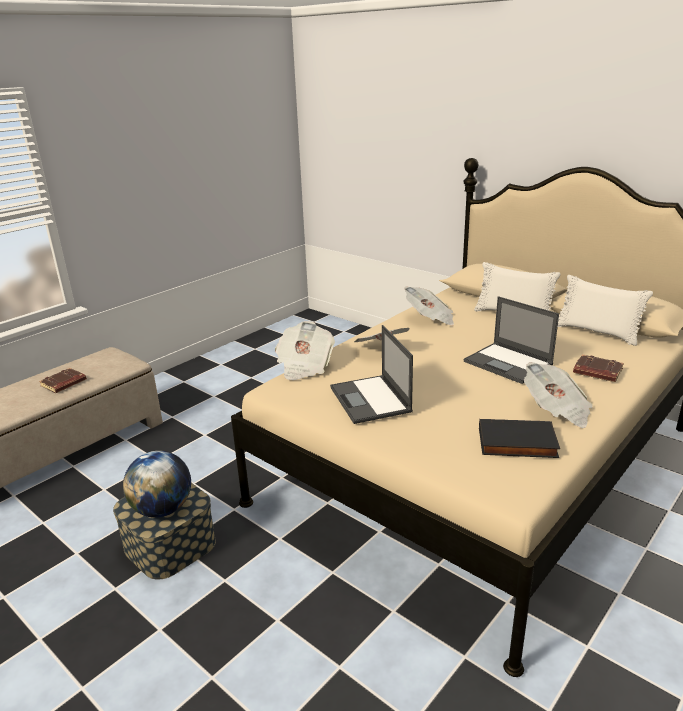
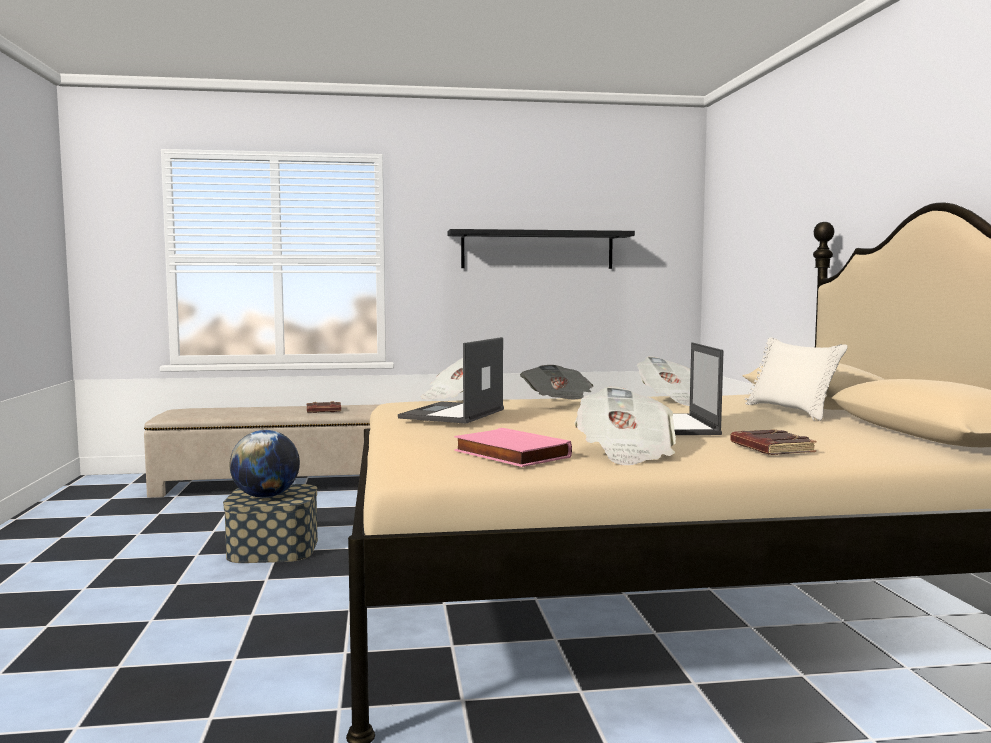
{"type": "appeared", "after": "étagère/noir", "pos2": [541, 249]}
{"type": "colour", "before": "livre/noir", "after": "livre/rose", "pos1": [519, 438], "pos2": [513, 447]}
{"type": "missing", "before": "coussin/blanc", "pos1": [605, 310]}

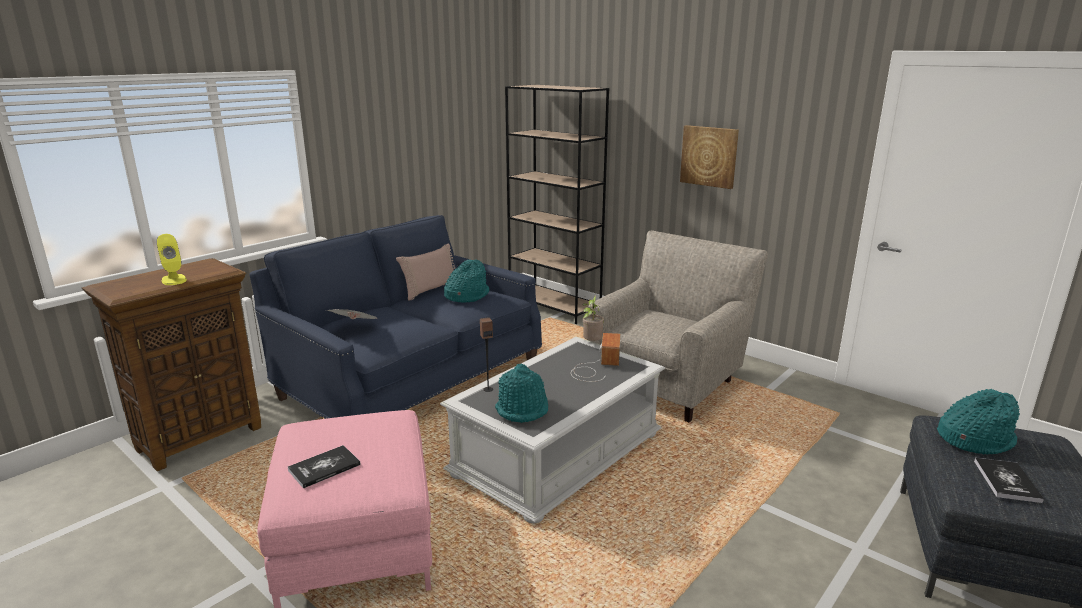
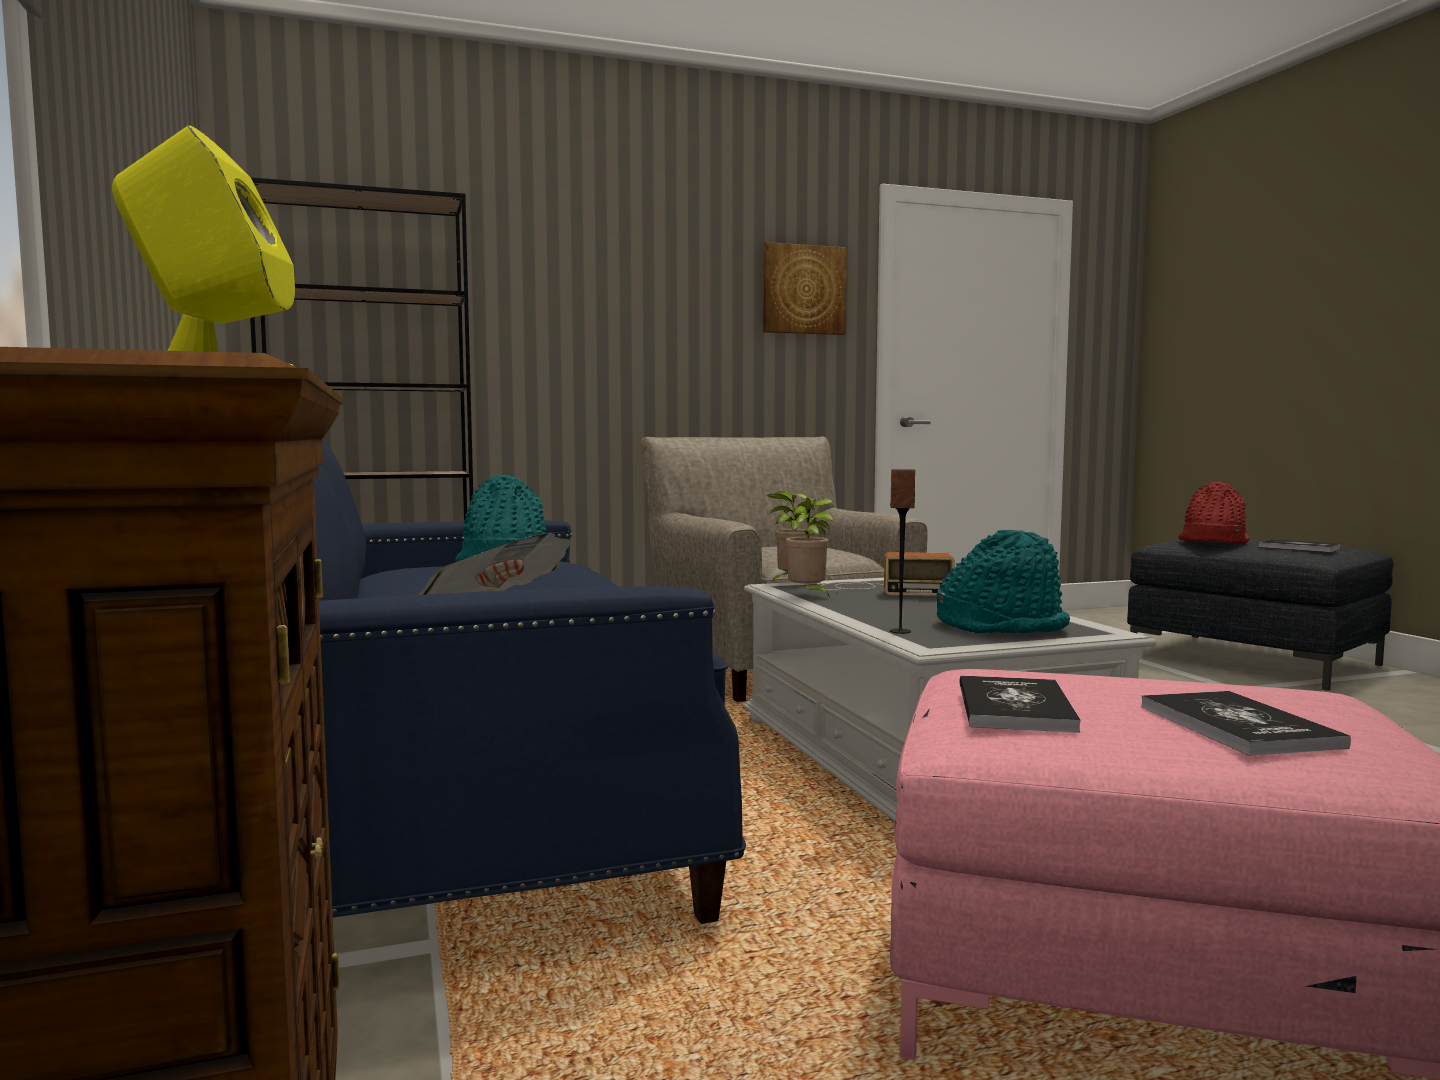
{"type": "relocated", "before": "tableau", "pos1": [709, 157], "pos2": [805, 288]}
{"type": "appeared", "after": "plante en pot", "pos2": [809, 548]}
{"type": "spun", "before": "radio", "pos1": [595, 357], "pos2": [888, 574], "turn": 150}
{"type": "appeared", "after": "livre", "pos2": [1020, 704]}
{"type": "colour", "before": "chapeau/turquoise", "after": "chapeau/rouge", "pos1": [978, 422], "pos2": [1213, 513]}
{"type": "missing", "before": "coussin/beige", "pos1": [425, 272]}

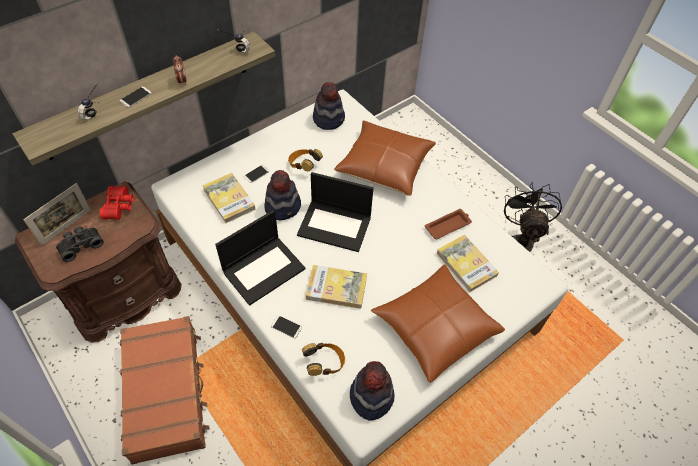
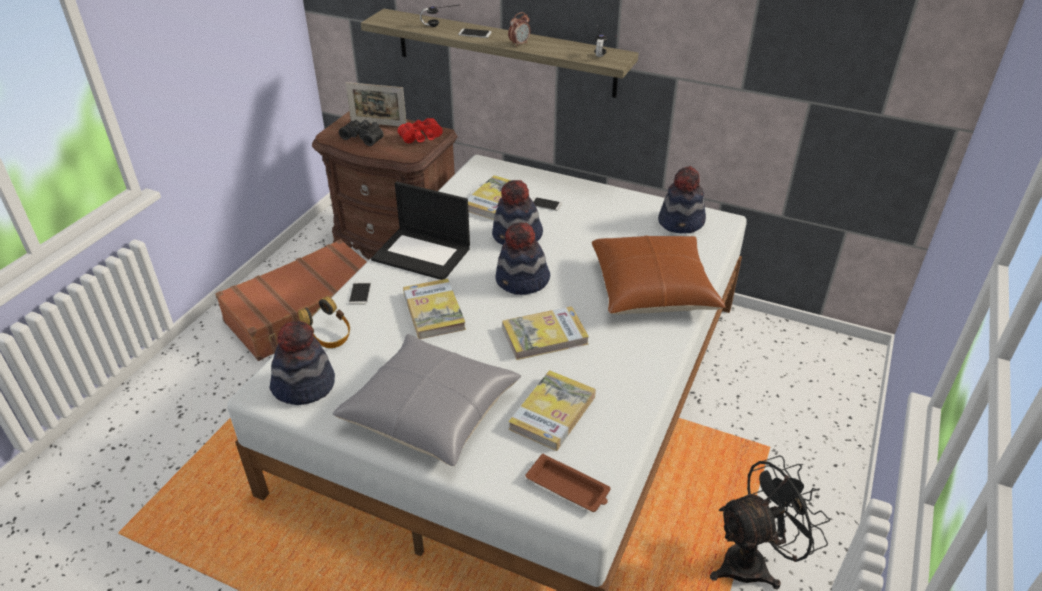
{"type": "colour", "before": "coussin/marron", "after": "coussin/gris", "pos1": [438, 323], "pos2": [427, 400]}
{"type": "exchanged", "before": "ordinateur portable", "after": "chapeau", "pos1": [335, 212], "pos2": [522, 258]}
{"type": "appeared", "after": "livre", "pos2": [545, 333]}
{"type": "relocated", "before": "plateau/marron", "pos1": [448, 224], "pos2": [568, 483]}
{"type": "missing", "before": "casque audio", "pos1": [305, 160]}

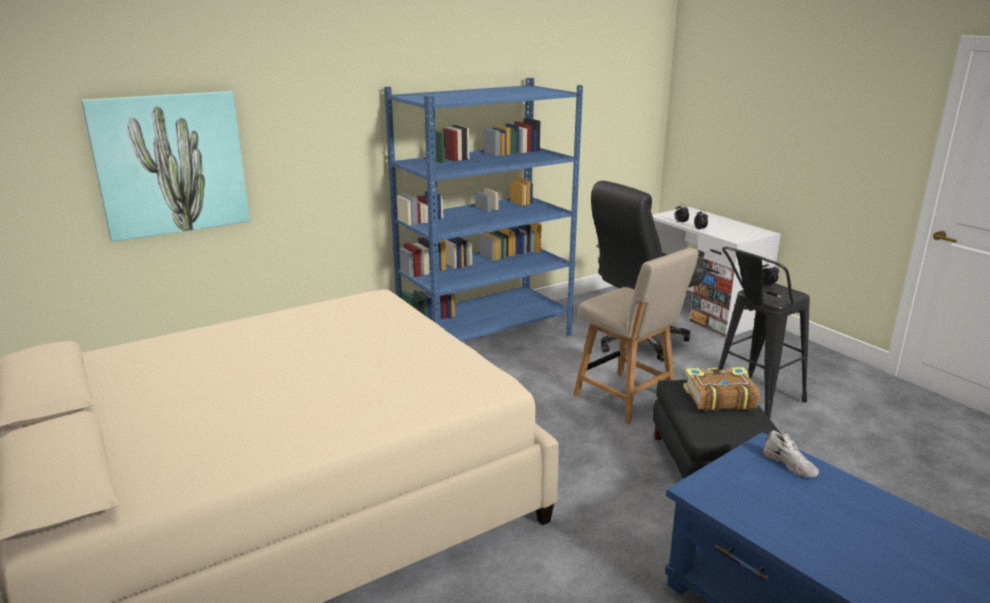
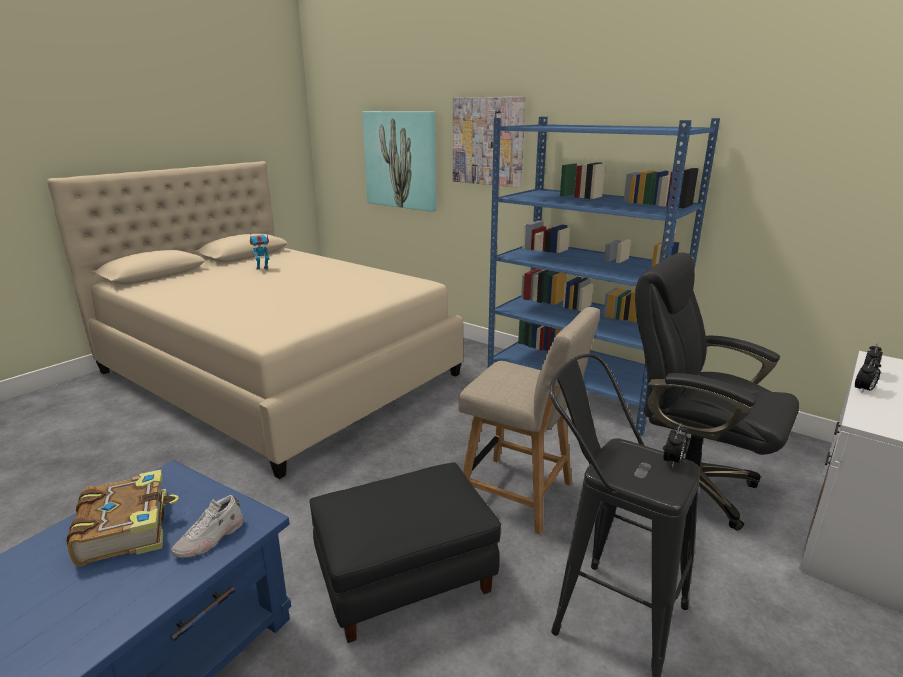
{"type": "relocated", "before": "livre", "pos1": [721, 389], "pos2": [122, 518]}
{"type": "appeared", "after": "robot jouet", "pos2": [259, 251]}
{"type": "appeared", "after": "tableau", "pos2": [489, 142]}
{"type": "spun", "before": "chaise/beige", "pos1": [636, 336], "pos2": [529, 421], "turn": -90}

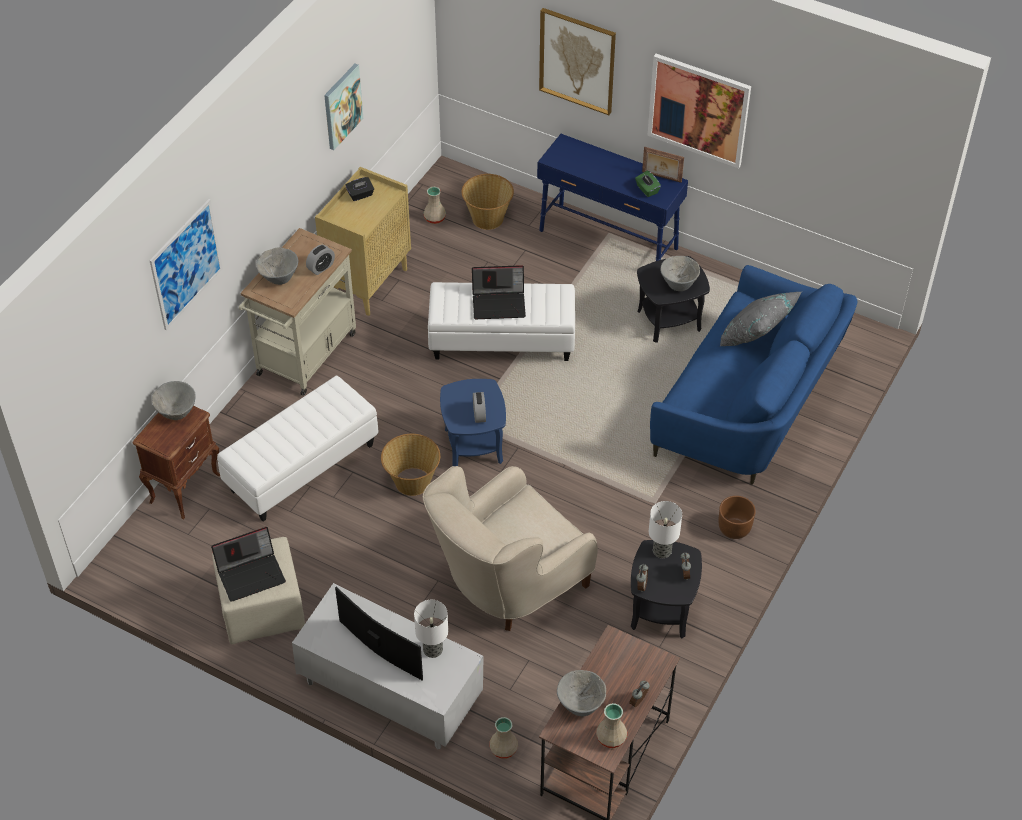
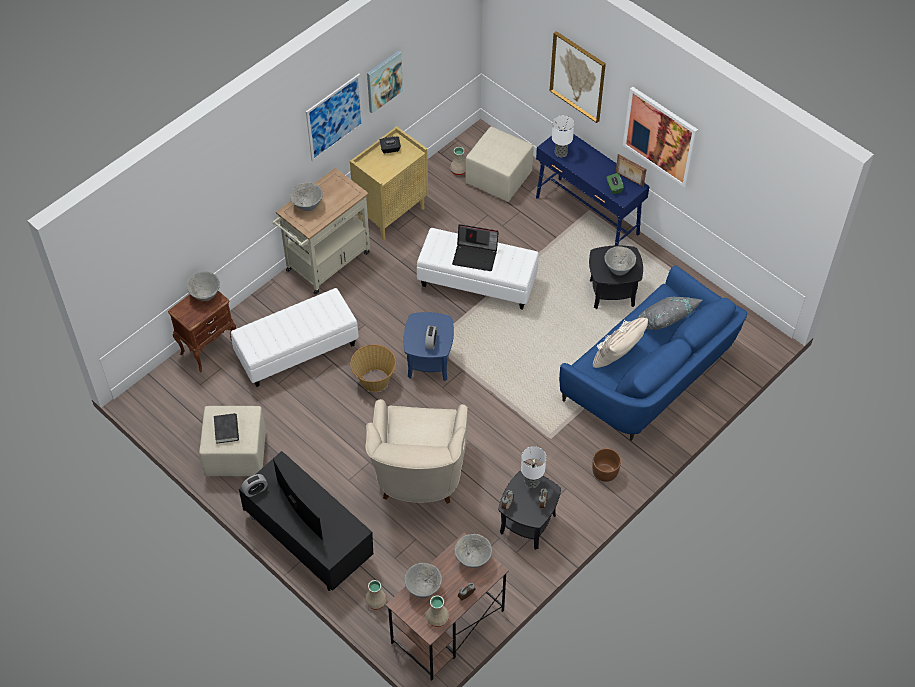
{"type": "exchanged", "before": "ordinateur portable", "after": "livre/noir", "pos1": [248, 564], "pos2": [226, 428]}
{"type": "colour", "before": "meuble télé/blanc", "after": "meuble télé/noir", "pos1": [387, 666], "pos2": [306, 521]}
{"type": "relocated", "before": "réveil", "pos1": [320, 260], "pos2": [254, 485]}
{"type": "relocated", "before": "tableau", "pos1": [186, 264], "pos2": [335, 118]}
{"type": "spun", "before": "fauteuil/beige", "pos1": [510, 548], "pos2": [416, 451], "turn": -60}
{"type": "appeared", "after": "bol/gris", "pos2": [473, 551]}
{"type": "exchanged", "before": "panier", "after": "pouf/beige", "pos1": [487, 202], "pos2": [499, 164]}
{"type": "relocated", "before": "lampe de table", "pos1": [431, 629], "pos2": [563, 136]}
{"type": "appeared", "after": "coussin/beige", "pos2": [620, 343]}

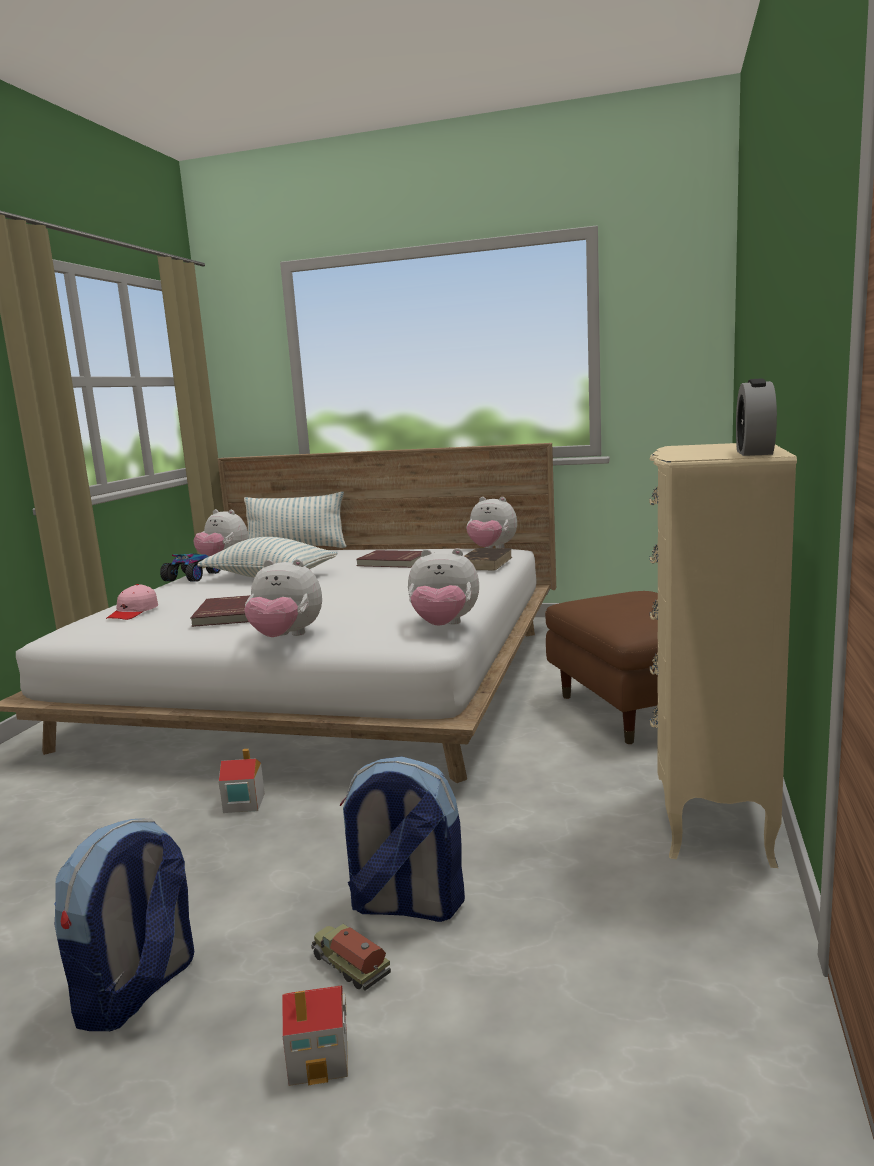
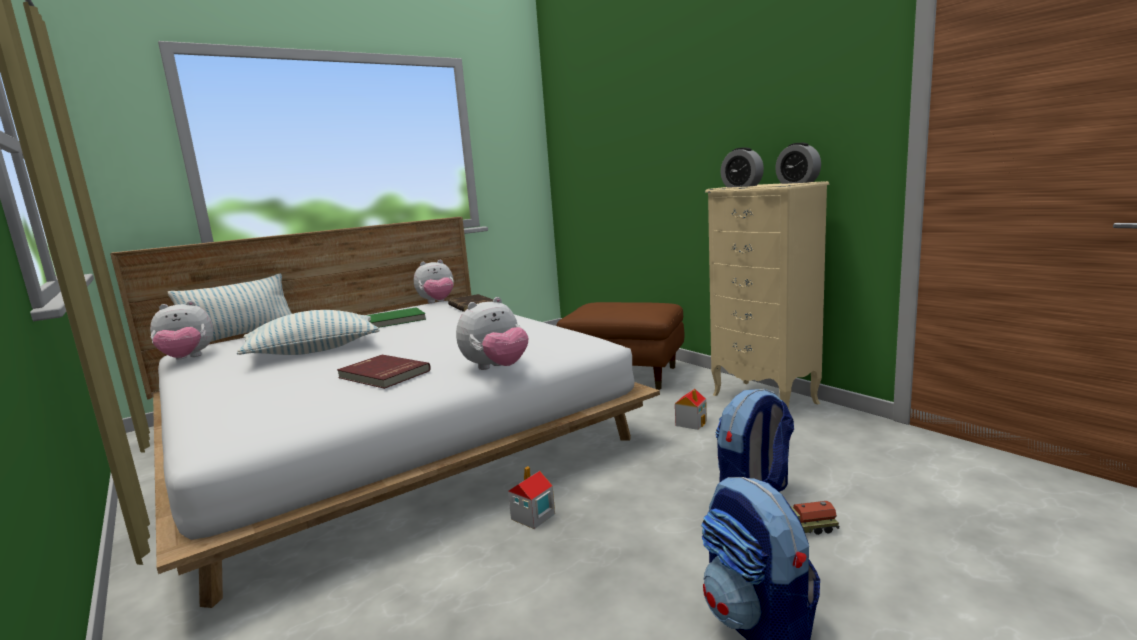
{"type": "colour", "before": "livre/rouge", "after": "livre/vert", "pos1": [389, 559], "pos2": [396, 317]}
{"type": "relocated", "before": "maison miniature", "pos1": [315, 1035], "pos2": [691, 409]}
{"type": "appeared", "after": "réveil", "pos2": [742, 167]}
{"type": "missing", "before": "casquette/rose", "pos1": [132, 602]}
{"type": "missing", "before": "petite voiture", "pos1": [190, 568]}
{"type": "missing", "before": "peluche", "pos1": [443, 587]}

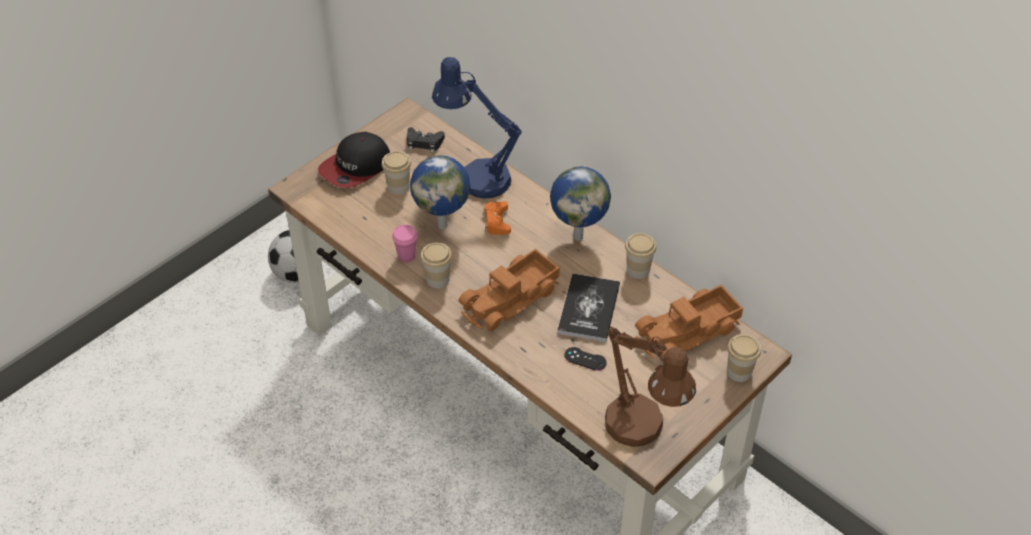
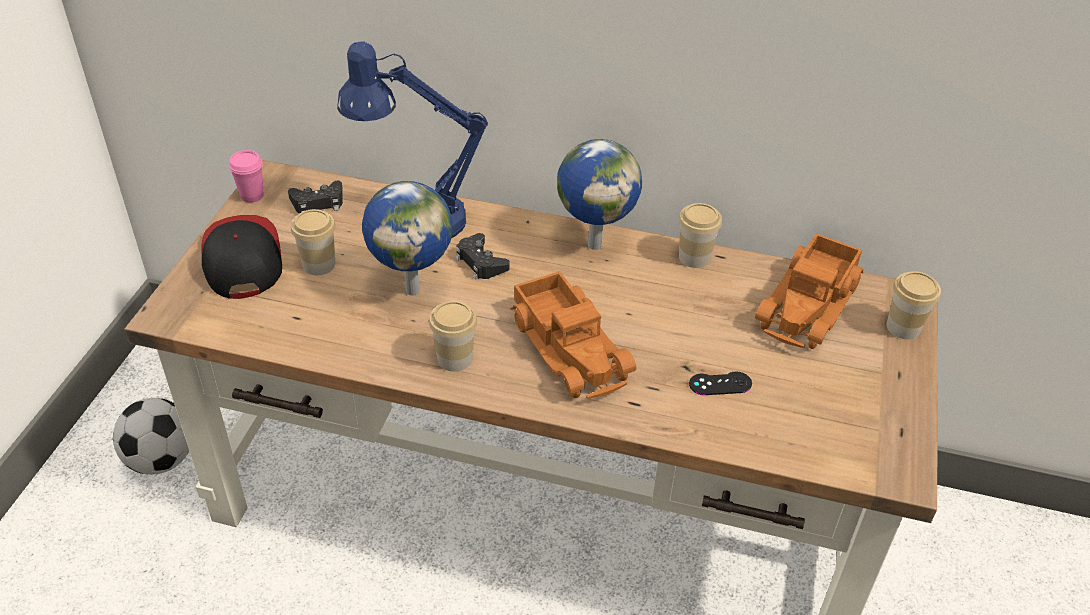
{"type": "spun", "before": "casquette", "pos1": [354, 160], "pos2": [242, 257], "turn": 150}
{"type": "relocated", "before": "tasse/rose", "pos1": [405, 244], "pos2": [246, 176]}
{"type": "colour", "before": "manette/orange", "after": "manette/noir", "pos1": [497, 218], "pos2": [483, 256]}
{"type": "spun", "before": "camion jouet", "pos1": [509, 289], "pos2": [573, 335], "turn": -45}
{"type": "missing", "before": "livre", "pos1": [588, 307]}
{"type": "missing", "before": "lampe de table/marron", "pos1": [650, 387]}

